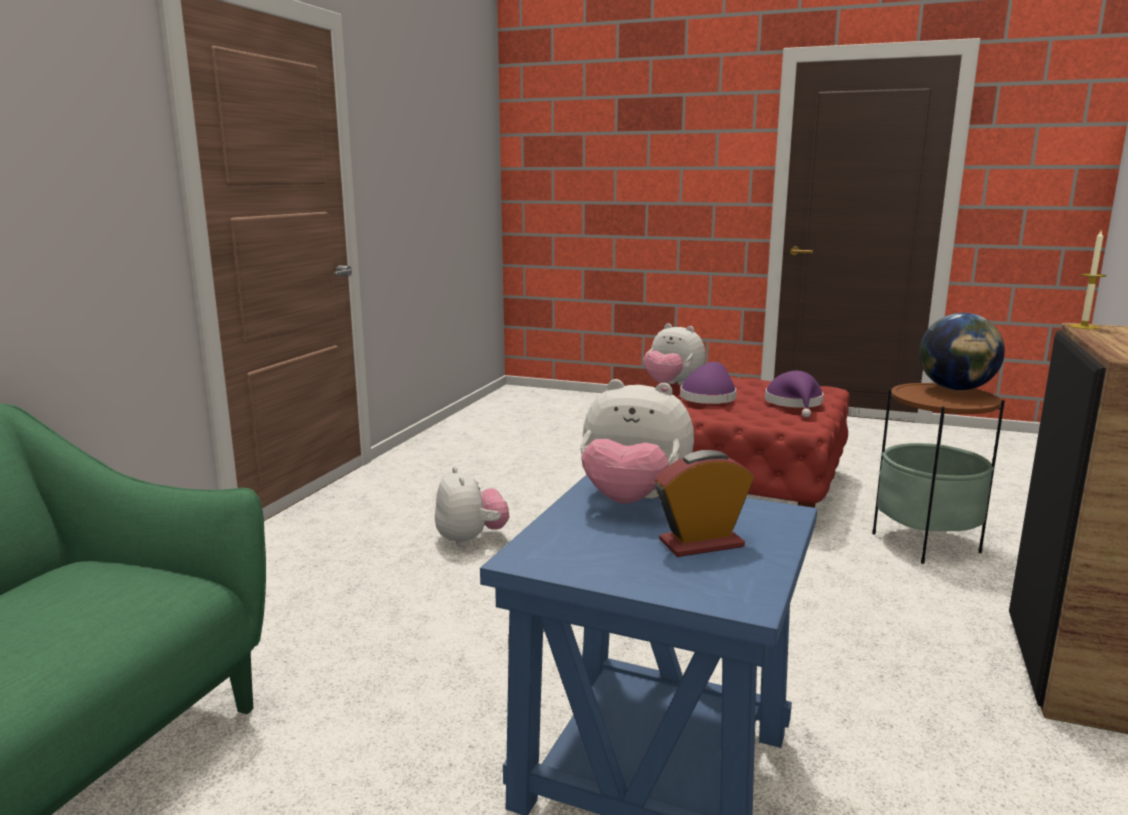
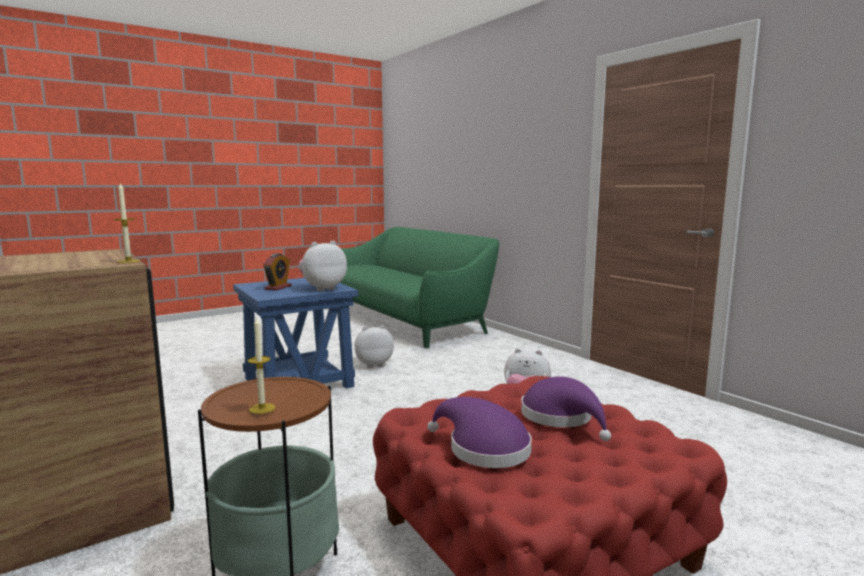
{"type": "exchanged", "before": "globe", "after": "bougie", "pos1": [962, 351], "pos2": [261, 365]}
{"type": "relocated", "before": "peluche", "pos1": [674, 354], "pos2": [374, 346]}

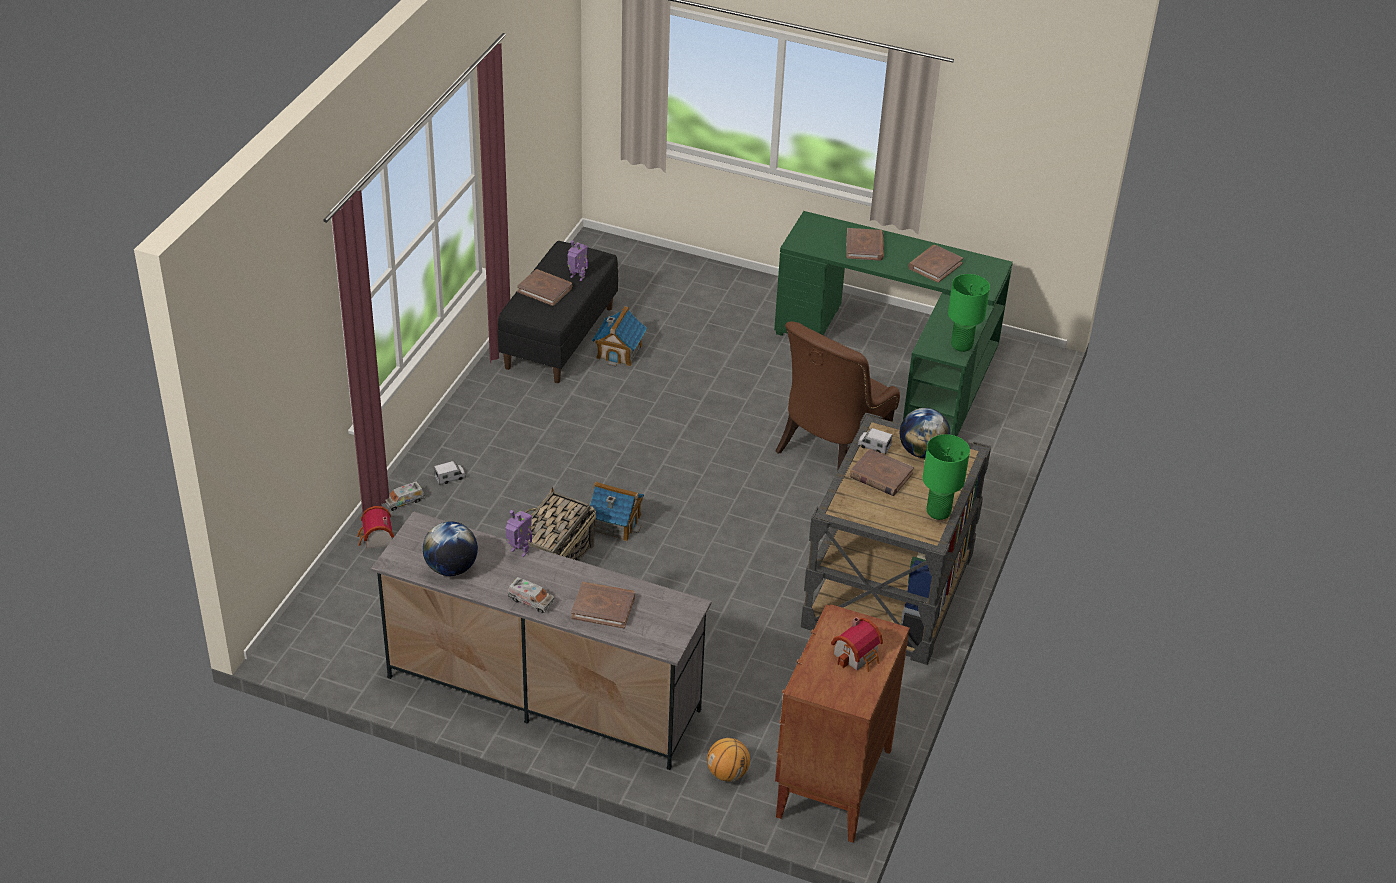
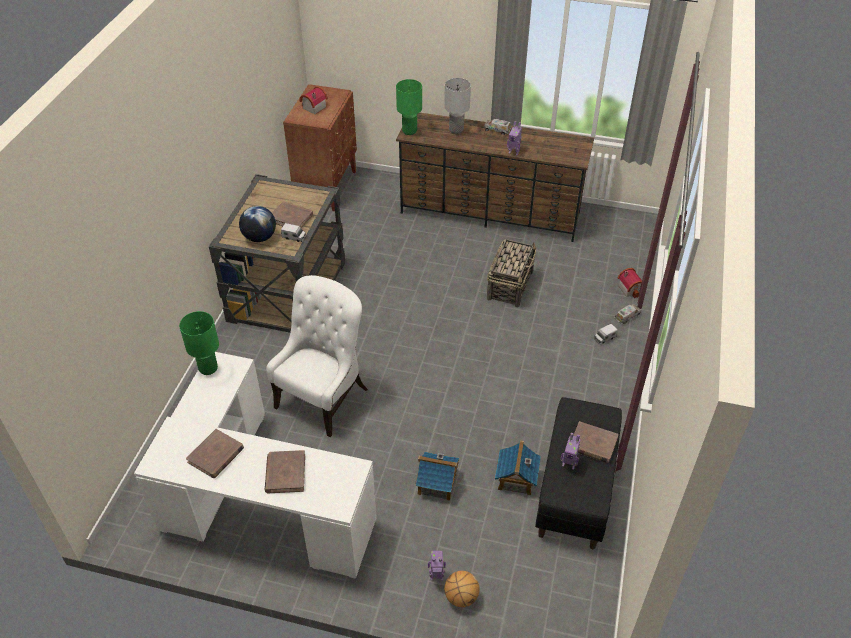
{"type": "colour", "before": "bureau/vert", "after": "bureau/blanc", "pos1": [893, 323], "pos2": [255, 465]}
{"type": "colour", "before": "chaise/marron", "after": "chaise/blanc", "pos1": [837, 396], "pos2": [317, 356]}
{"type": "relocated", "before": "lampe de table/vert", "pos1": [946, 477], "pos2": [409, 107]}
{"type": "colour", "before": "commode/gris", "after": "commode/marron", "pos1": [541, 640], "pos2": [495, 177]}
{"type": "relocated", "before": "maison miniature", "pos1": [617, 511], "pos2": [437, 476]}
{"type": "appeared", "after": "robot jouet", "pos2": [437, 566]}
{"type": "exchanged", "before": "livre/marron", "after": "lampe de table/gris", "pos1": [603, 605], "pos2": [457, 106]}
{"type": "relocated", "before": "ballon de basket", "pos1": [728, 759], "pos2": [462, 589]}
{"type": "missing", "before": "globe", "pos1": [450, 548]}

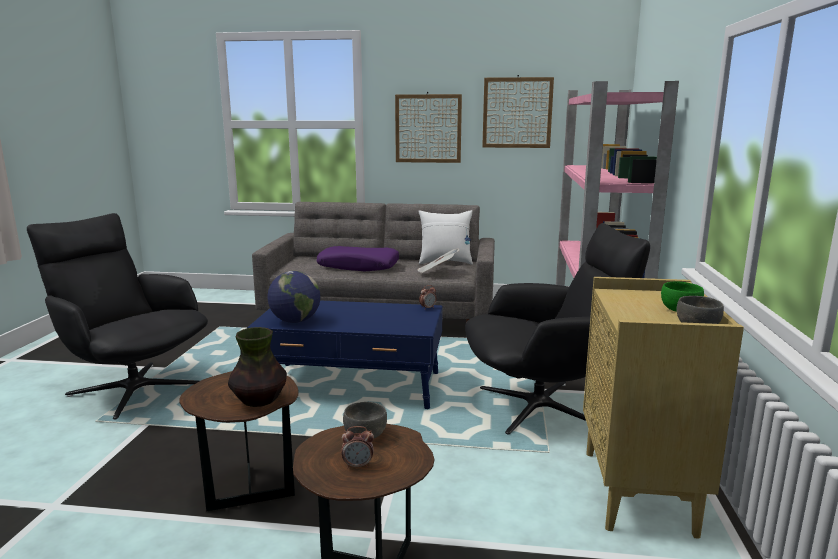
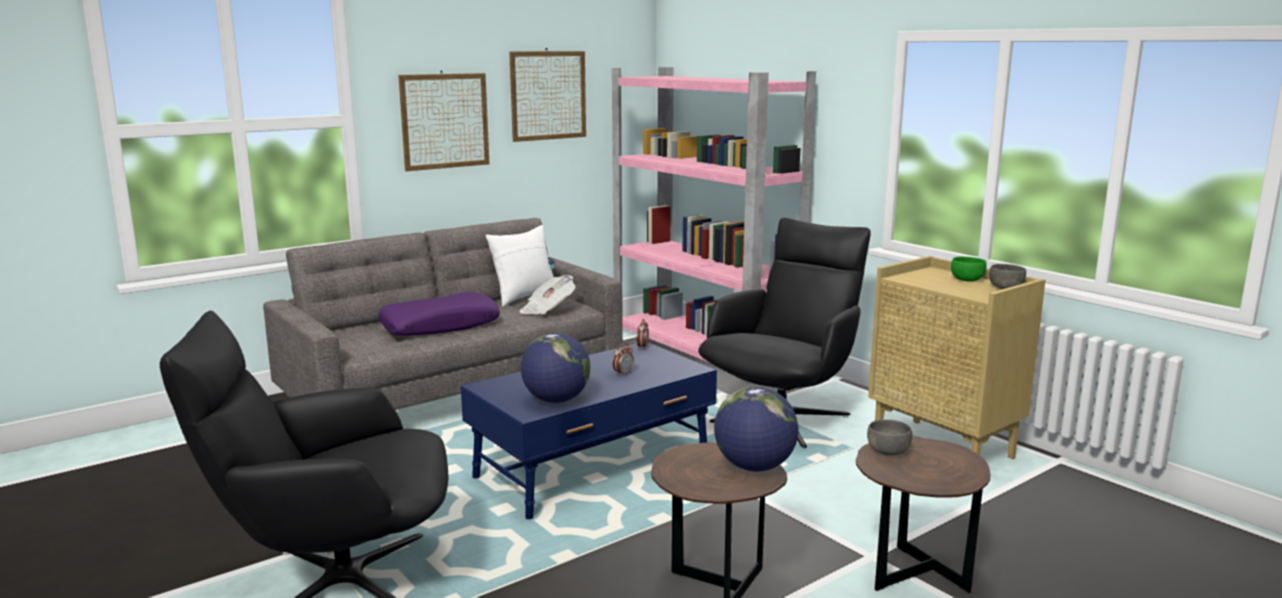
{"type": "relocated", "before": "réveil", "pos1": [357, 447], "pos2": [623, 359]}
{"type": "exchanged", "before": "vase", "after": "globe", "pos1": [257, 367], "pos2": [756, 428]}

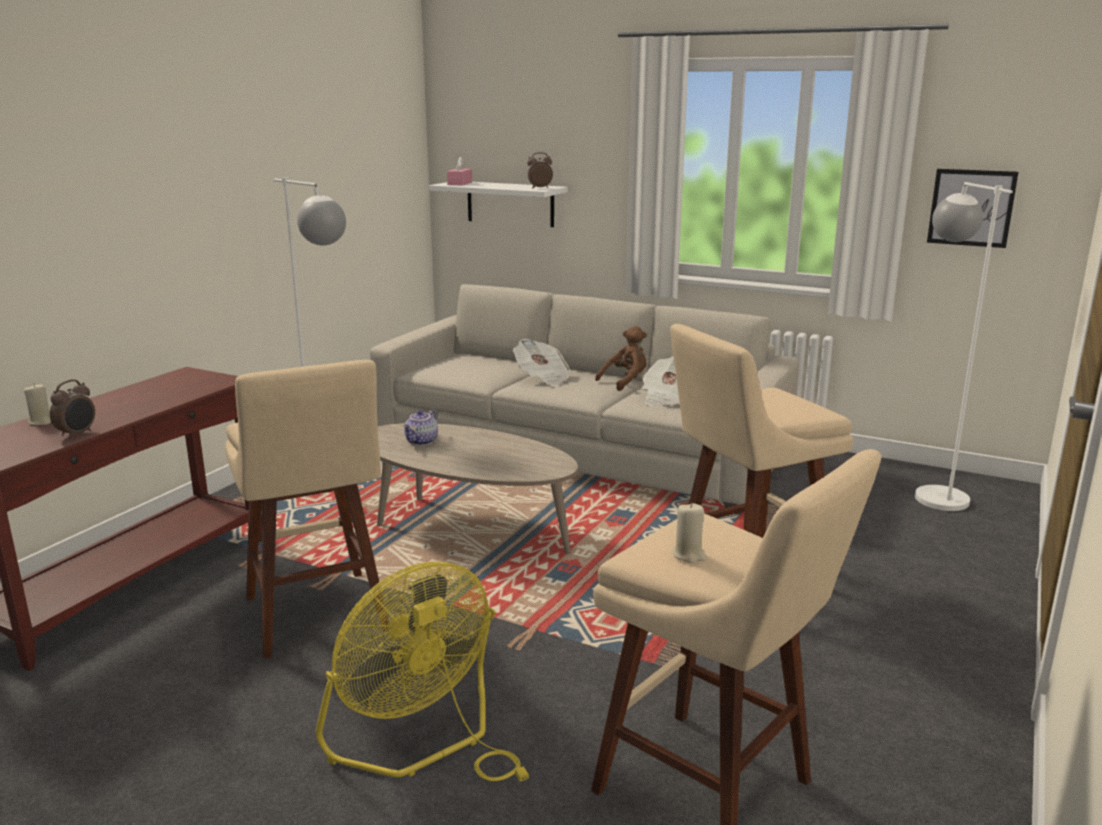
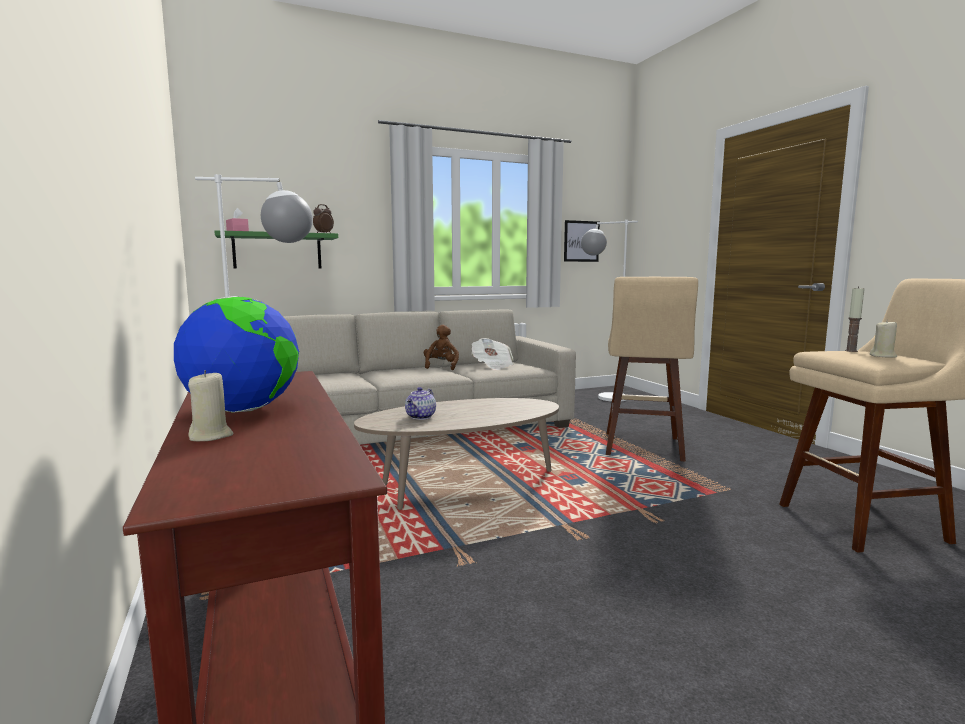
{"type": "appeared", "after": "globe", "pos2": [236, 354]}
{"type": "colour", "before": "étagère/blanc", "after": "étagère/vert", "pos1": [498, 204], "pos2": [276, 249]}
{"type": "spun", "before": "théière", "pos1": [420, 428], "pos2": [420, 403], "turn": 45}
{"type": "appeared", "after": "bougie", "pos2": [855, 319]}
{"type": "missing", "before": "réveil", "pos1": [72, 409]}
{"type": "missing", "before": "tabouret/beige", "pos1": [307, 509]}
{"type": "missing", "before": "ventilateur/jaune", "pos1": [422, 672]}
{"type": "missing", "before": "journal", "pos1": [542, 362]}

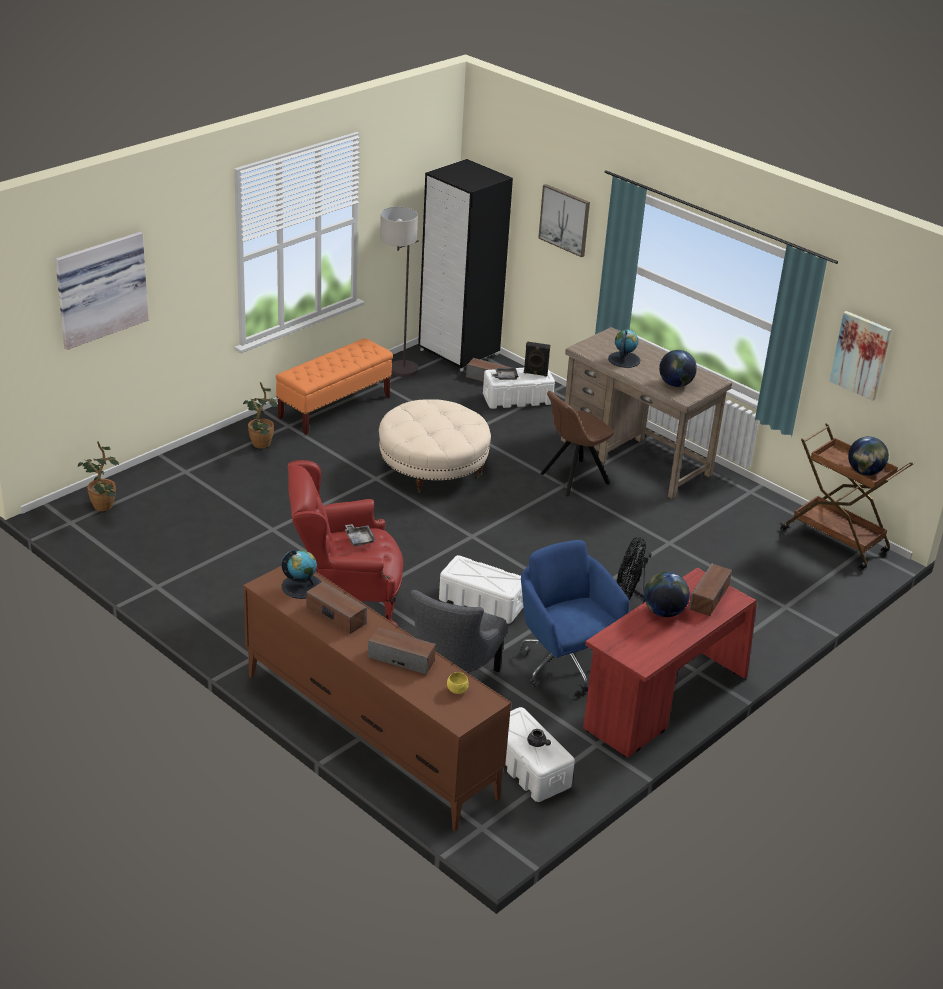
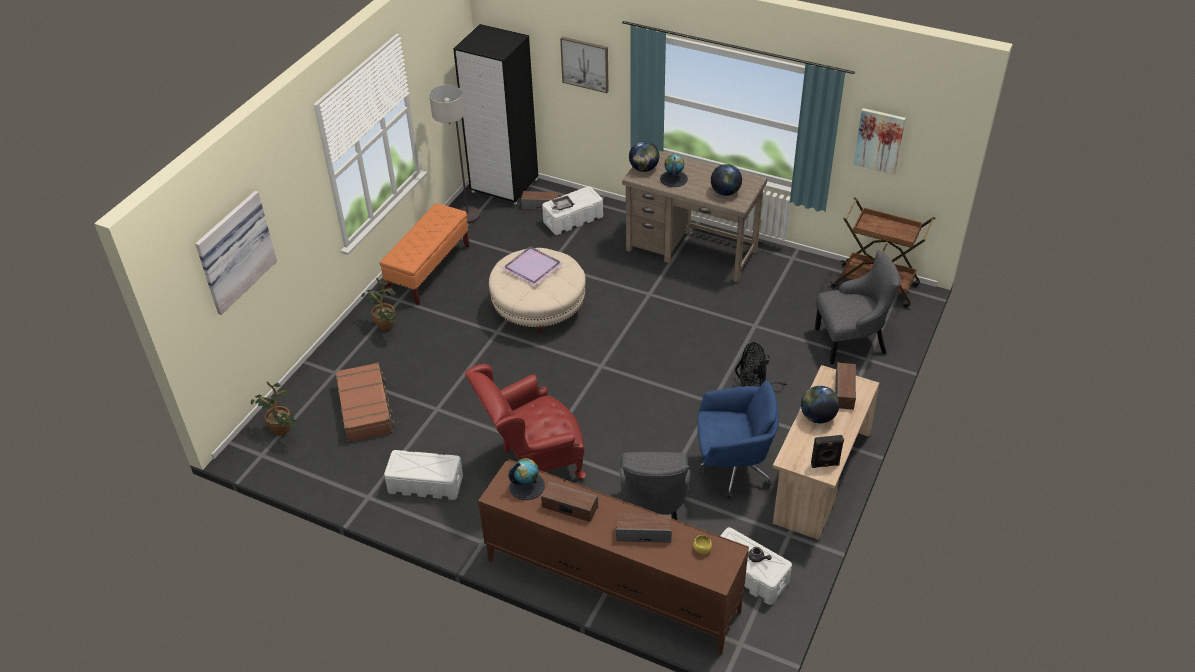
{"type": "appeared", "after": "valise/marron", "pos2": [365, 403]}
{"type": "relocated", "before": "boîte de rangement/blanc", "pos1": [481, 589], "pos2": [423, 475]}
{"type": "appeared", "after": "plateau/violet", "pos2": [532, 266]}
{"type": "relocated", "before": "globe", "pos1": [868, 455], "pos2": [644, 156]}
{"type": "spun", "before": "chaise de bureau/bleu", "pos1": [574, 616], "pos2": [738, 440], "turn": 135}
{"type": "colour", "before": "bureau/rouge", "after": "bureau/beige", "pos1": [670, 663], "pos2": [826, 452]}
{"type": "relocated", "before": "enceinte/noir", "pos1": [537, 359], "pos2": [827, 451]}
{"type": "appeared", "after": "fauteuil/gris", "pos2": [858, 307]}
{"type": "missing", "before": "plateau/gris", "pos1": [360, 535]}
{"type": "missing", "before": "chaise/marron", "pos1": [577, 443]}

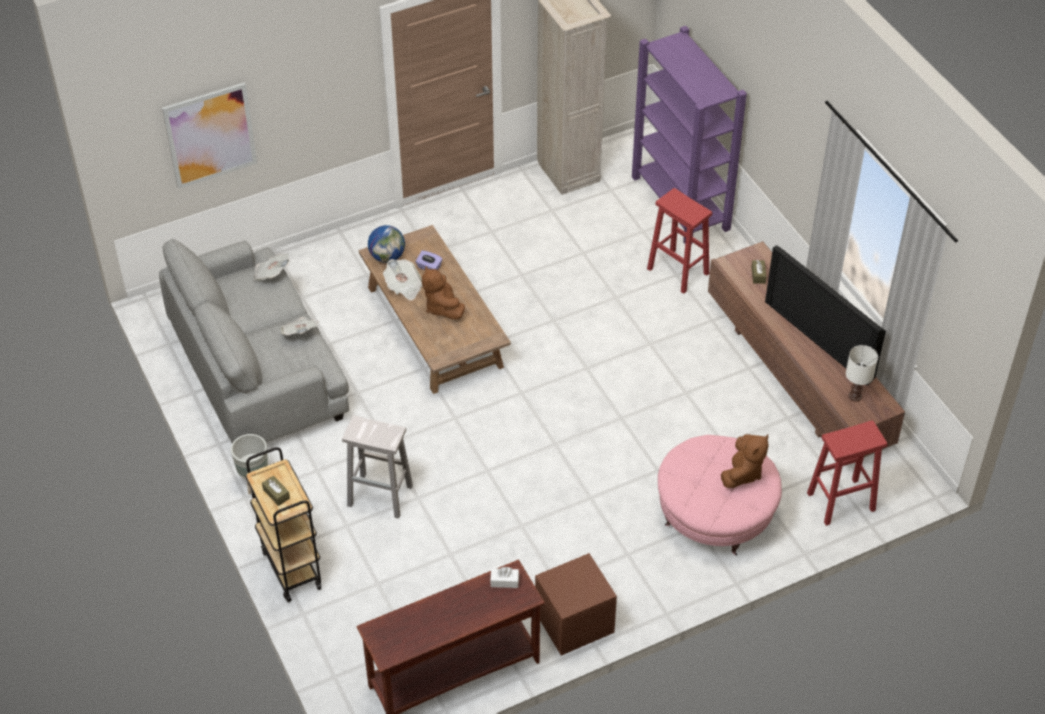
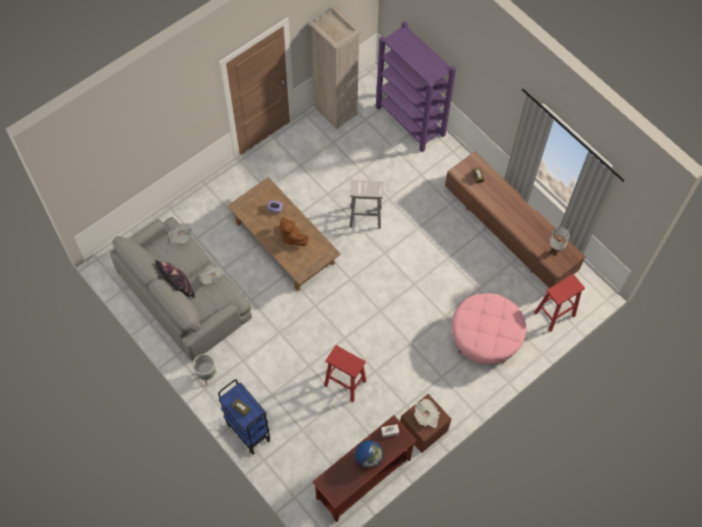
{"type": "appeared", "after": "coussin", "pos2": [175, 279]}
{"type": "colour", "before": "chariot/marron", "after": "chariot/bleu", "pos1": [284, 525], "pos2": [244, 417]}
{"type": "relocated", "before": "tabouret/rouge", "pos1": [679, 241], "pos2": [345, 373]}
{"type": "relocated", "before": "tabouret/blanc", "pos1": [377, 467], "pos2": [367, 204]}
{"type": "relocated", "before": "globe", "pos1": [386, 244], "pos2": [369, 454]}
{"type": "relocated", "before": "journal", "pos1": [403, 280], "pos2": [427, 413]}
{"type": "missing", "before": "tableau", "pos1": [209, 135]}
{"type": "missing", "before": "peluche/marron", "pos1": [745, 461]}
{"type": "missing", "before": "téléviseur", "pos1": [825, 315]}

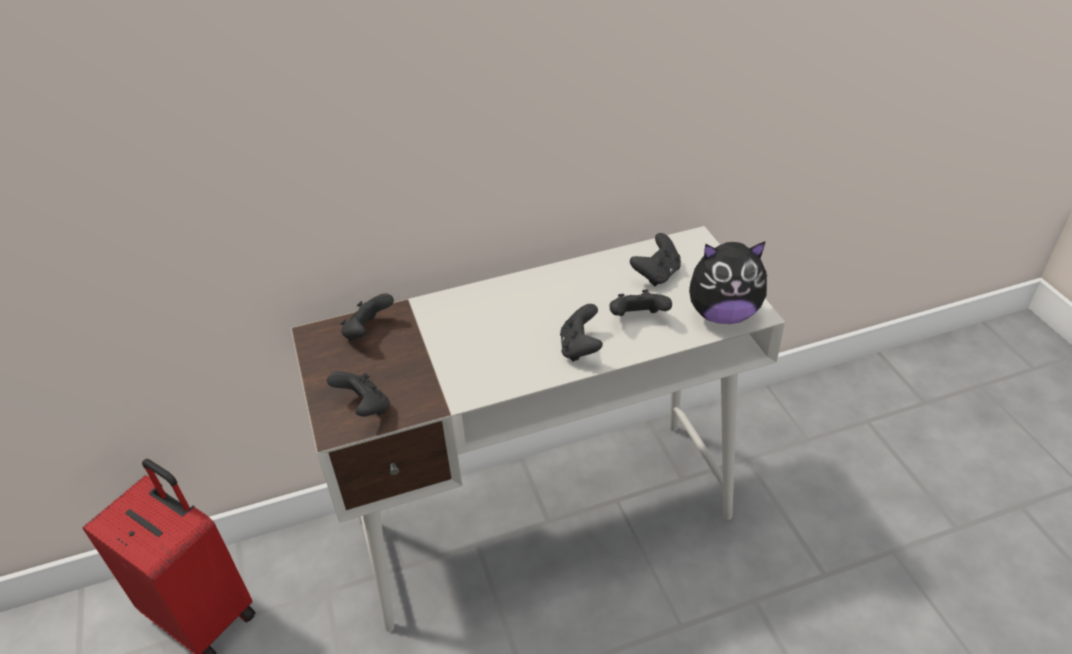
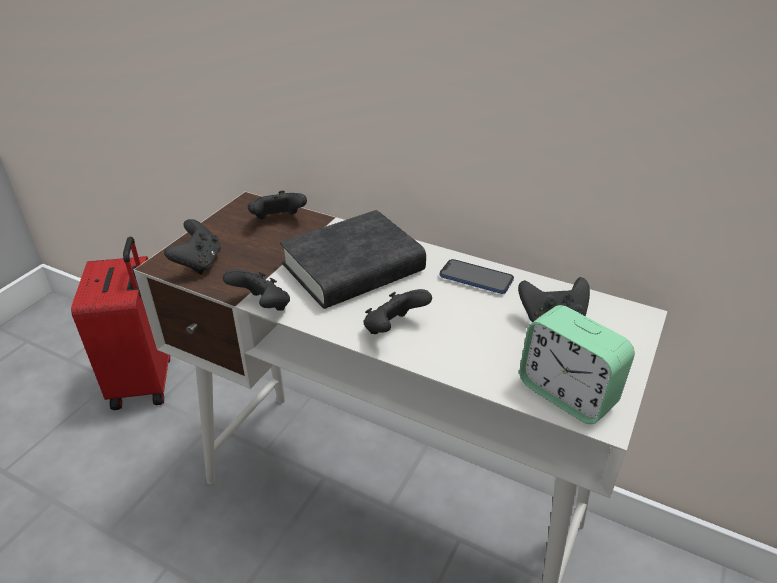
{"type": "relocated", "before": "manette/noir", "pos1": [641, 302], "pos2": [256, 290]}
{"type": "appeared", "after": "livre/noir", "pos2": [353, 259]}
{"type": "appeared", "after": "téléphone", "pos2": [477, 276]}
{"type": "exchanged", "before": "peluche", "after": "réveil", "pos1": [728, 282], "pos2": [577, 364]}

